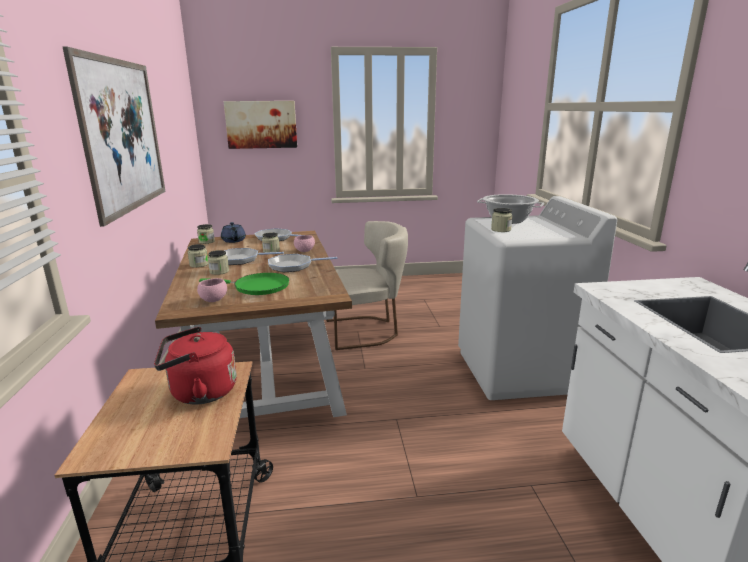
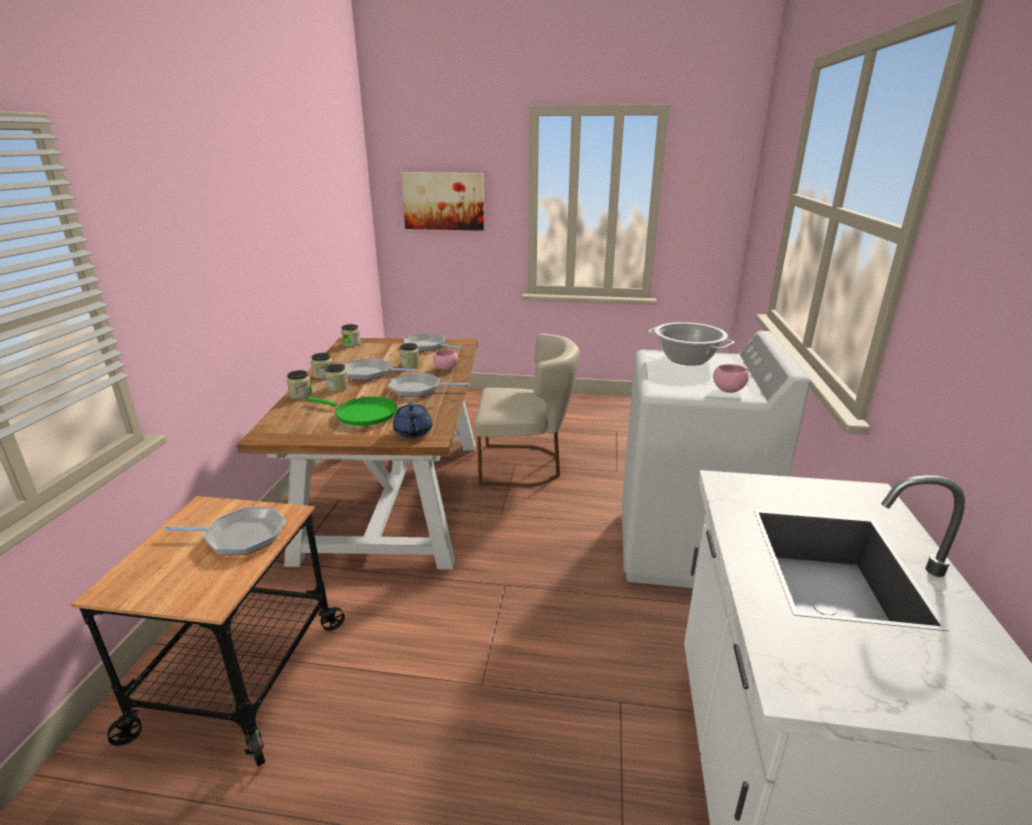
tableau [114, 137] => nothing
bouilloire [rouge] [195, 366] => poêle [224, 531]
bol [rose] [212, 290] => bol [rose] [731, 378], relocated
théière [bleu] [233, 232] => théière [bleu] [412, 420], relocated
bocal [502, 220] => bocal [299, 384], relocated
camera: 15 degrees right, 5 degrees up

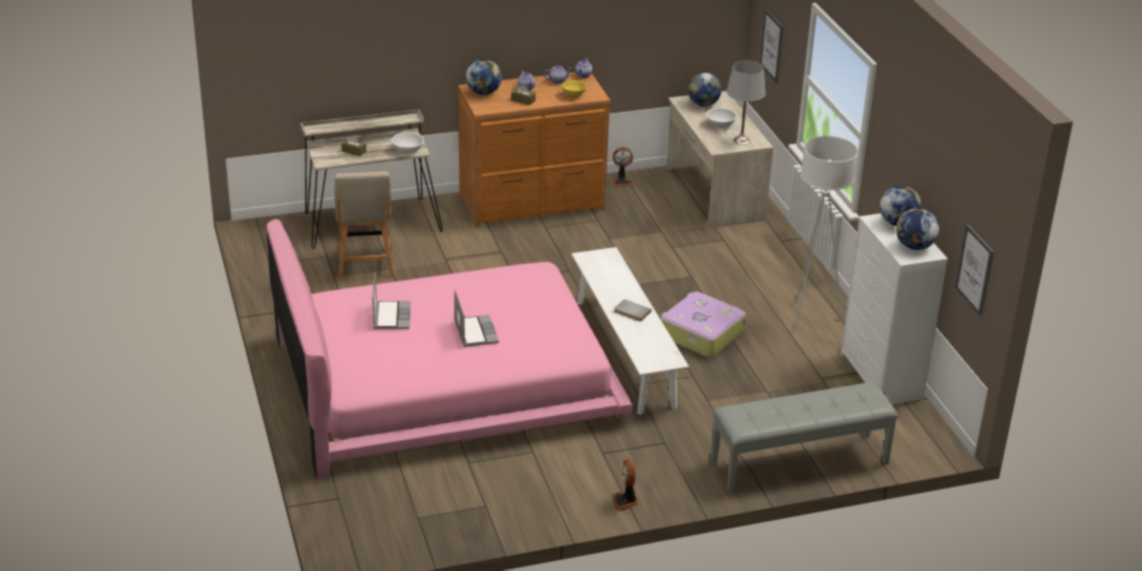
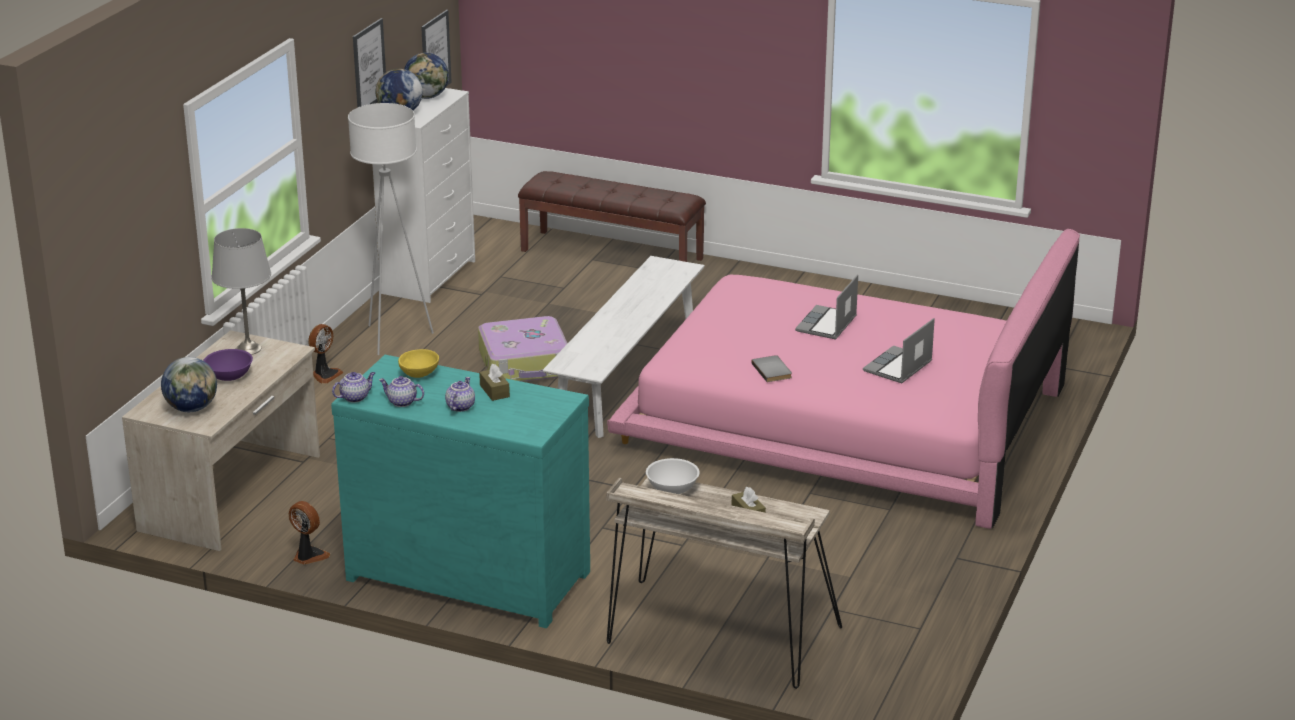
chaise [beige] [365, 225] => nothing
commode [marron] [534, 149] => commode [turquoise] [460, 491]
globe [484, 77] => nothing
ventilateur [625, 485] => ventilateur [326, 354], relocated
livre [gris] [632, 310] => livre [gris] [771, 368], relocated
bol [blanc] [721, 118] => bol [violet] [228, 365]
banc [gris] [804, 437] => banc [marron] [612, 216]
tableau [771, 46] => tableau [369, 63], relocated
camera: 140 degrees left, 5 degrees down

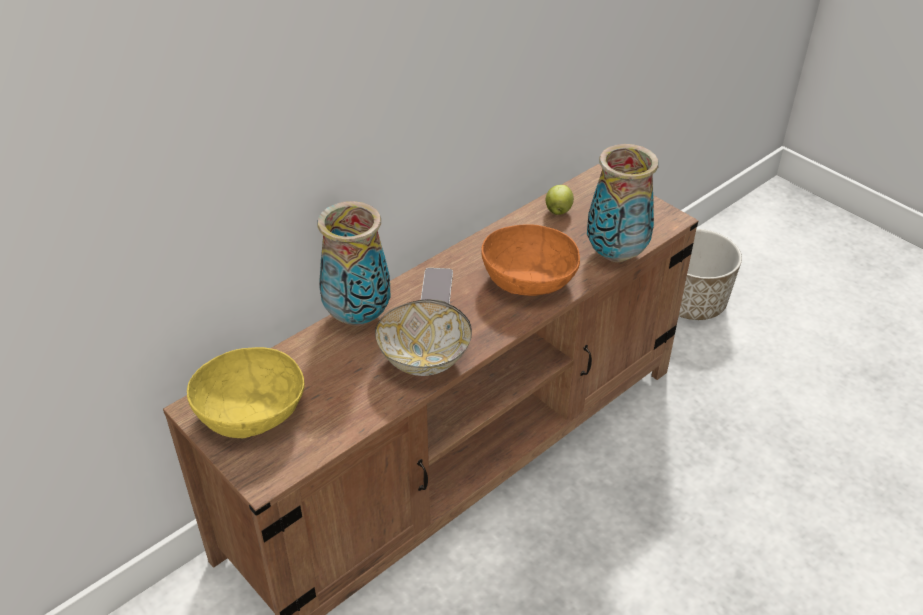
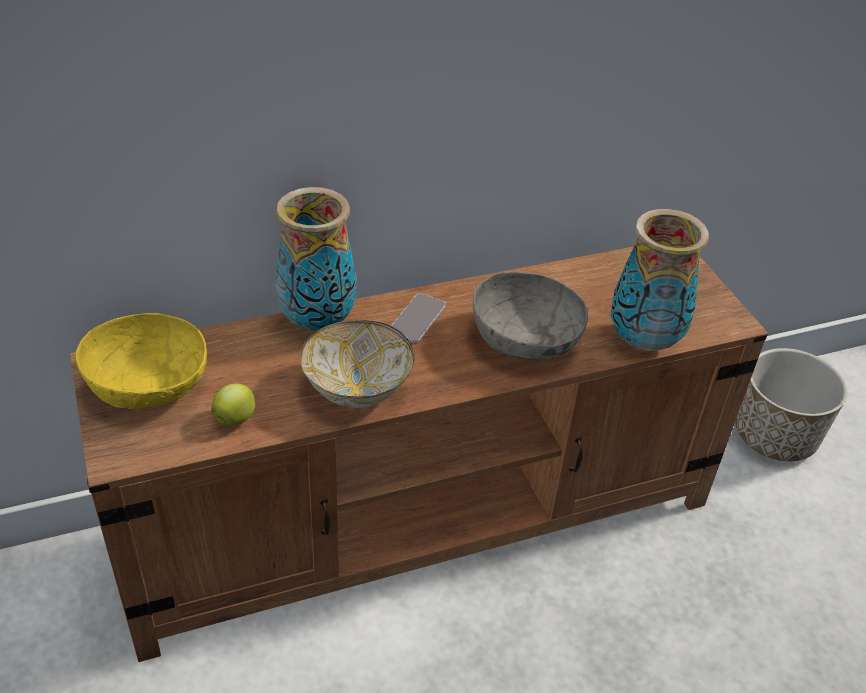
bol [orange] [531, 260] => bol [gris] [530, 316]
pomme [560, 200] => pomme [233, 404], relocated
camera: 20 degrees right, 0 degrees up

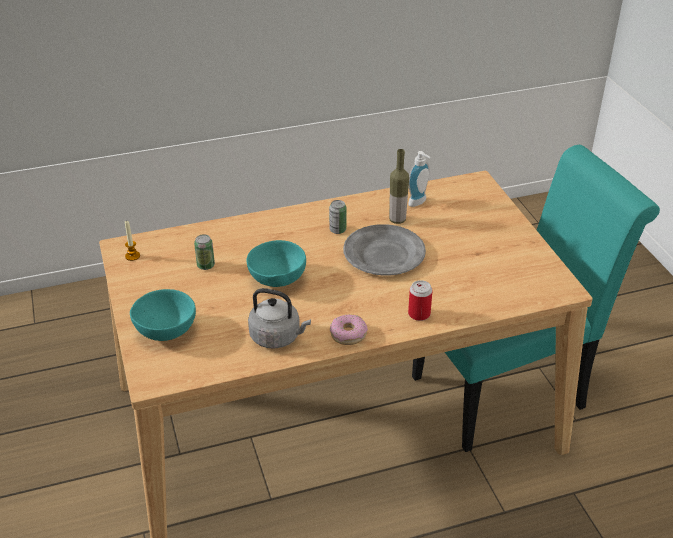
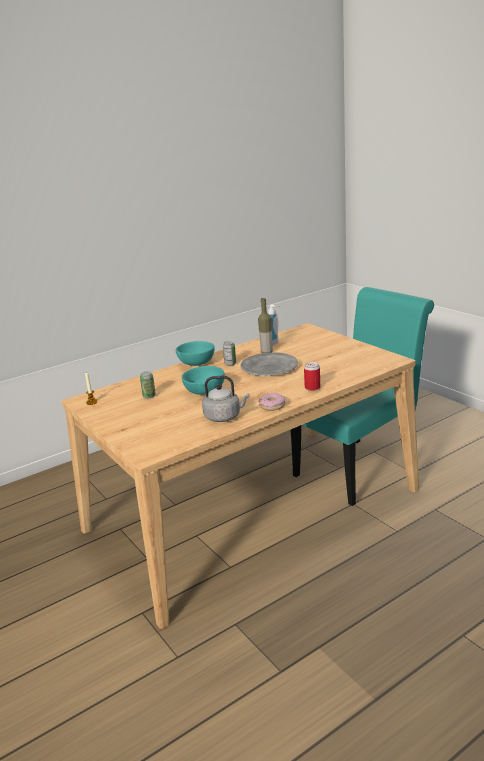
bol [turquoise] [163, 315] => bol [turquoise] [195, 353], relocated
camera: 15 degrees left, 15 degrees down

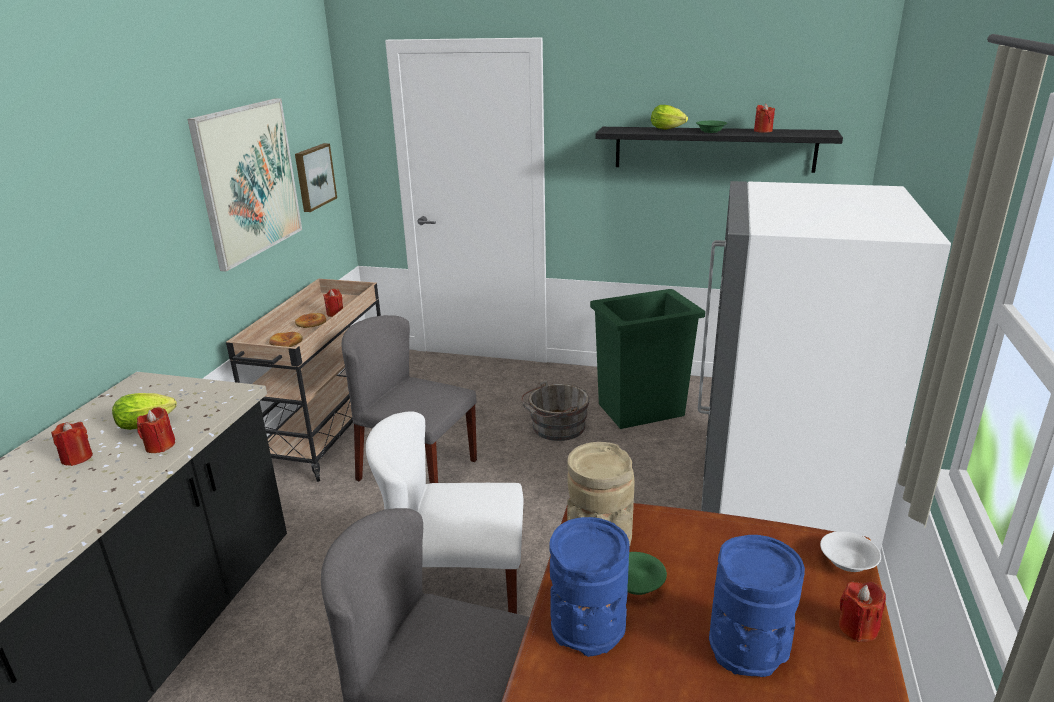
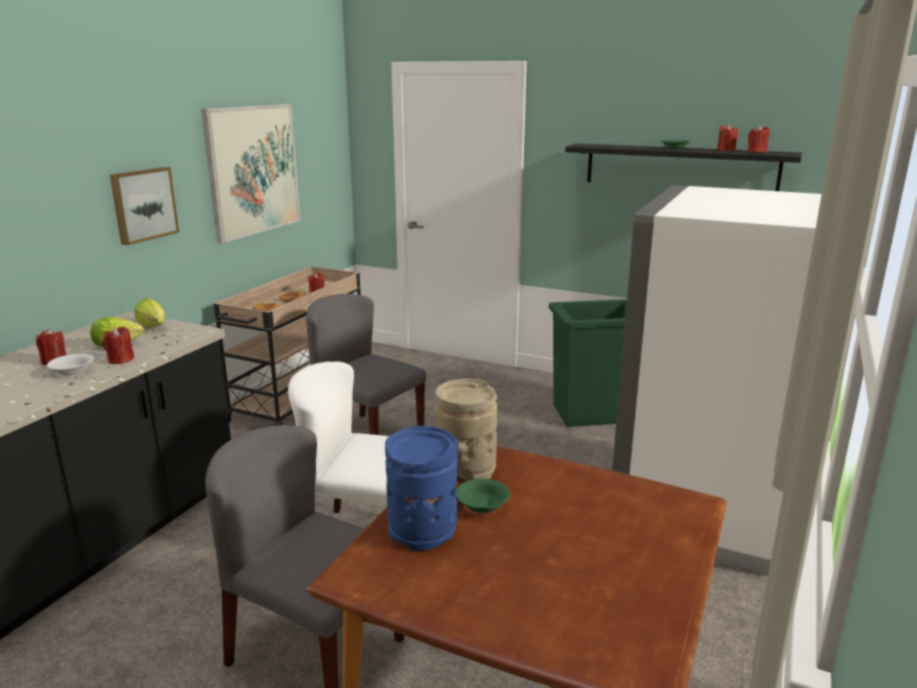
tableau [316, 177] => tableau [144, 206], relocated
seau [gris] [555, 411] => nothing
laitue [669, 117] => laitue [149, 313], relocated
vase [bleu] [757, 606] => nothing
bol [blanc] [850, 551] => bol [blanc] [70, 365], relocated
bougie [rouge] [862, 612] => bougie [rouge] [758, 139], relocated
camera: 10 degrees right, 5 degrees down

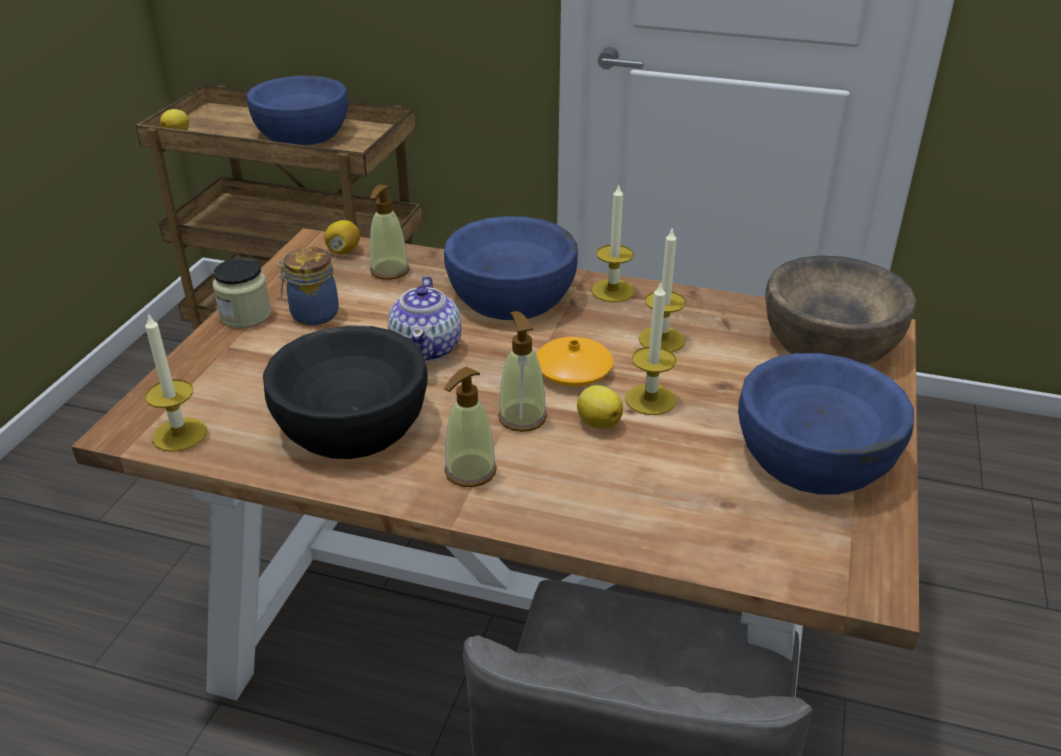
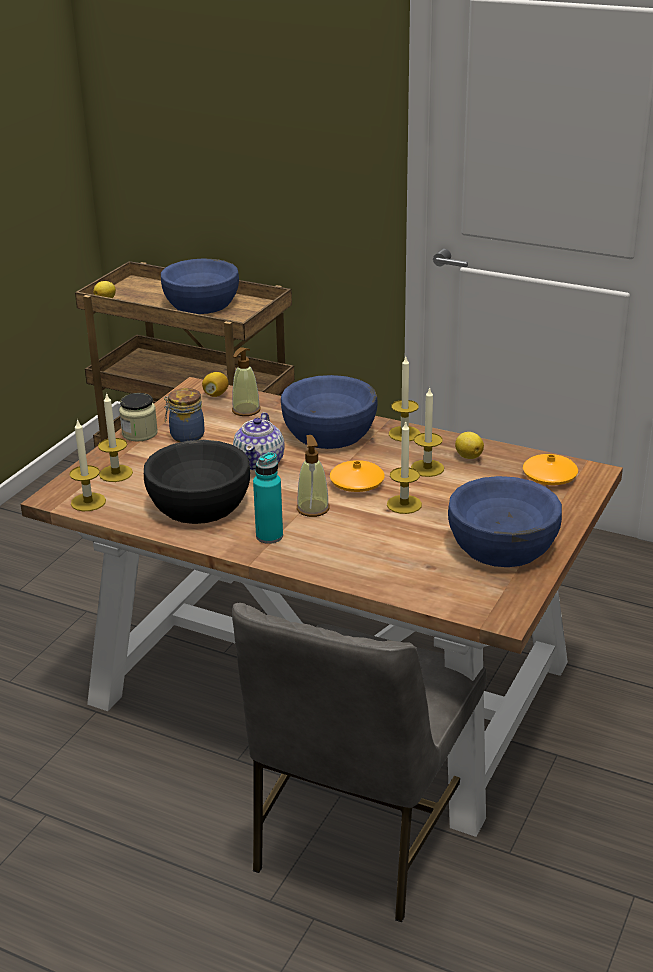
distributeur de savon [470, 427] => bouteille [turquoise] [268, 498]
citron [600, 407] => citron [469, 445], relocated
bol [marron] [840, 310] => vase [orange] [550, 469]
nothing => bougie [115, 437]
camera: 10 degrees right, 5 degrees down

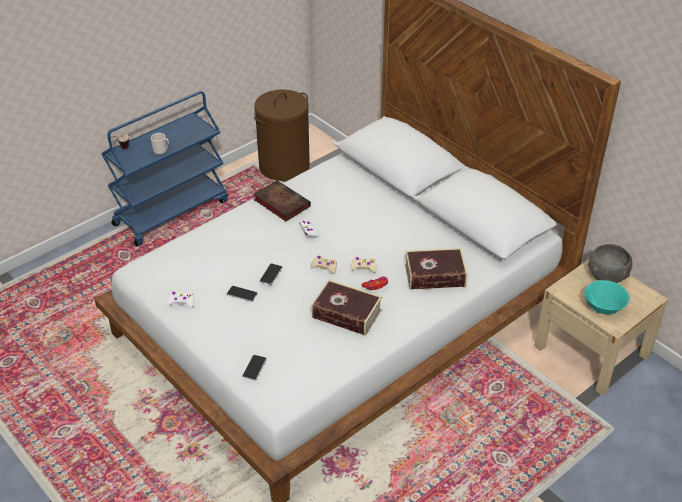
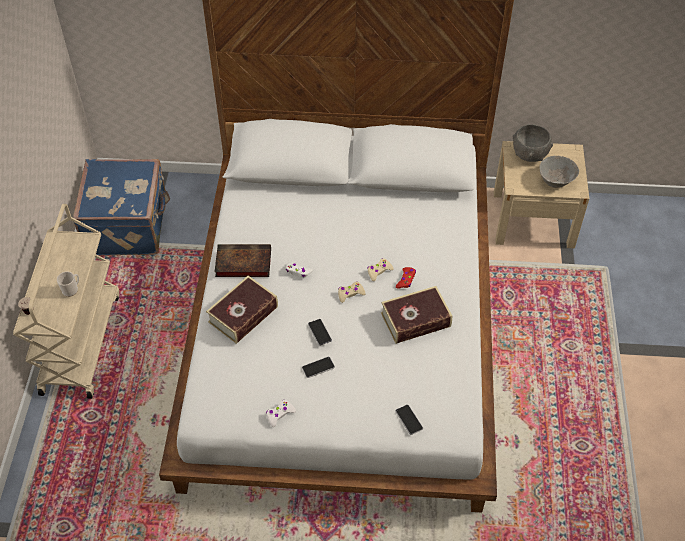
chariot [bleu] [165, 169] => chariot [beige] [66, 301]
panier à linge [marron] [282, 135] => valise [bleu] [121, 207]
livre [436, 269] => livre [242, 310], relocated
bol [turquoise] [607, 297] => bol [gris] [559, 172]
camera: 45 degrees left, 10 degrees up

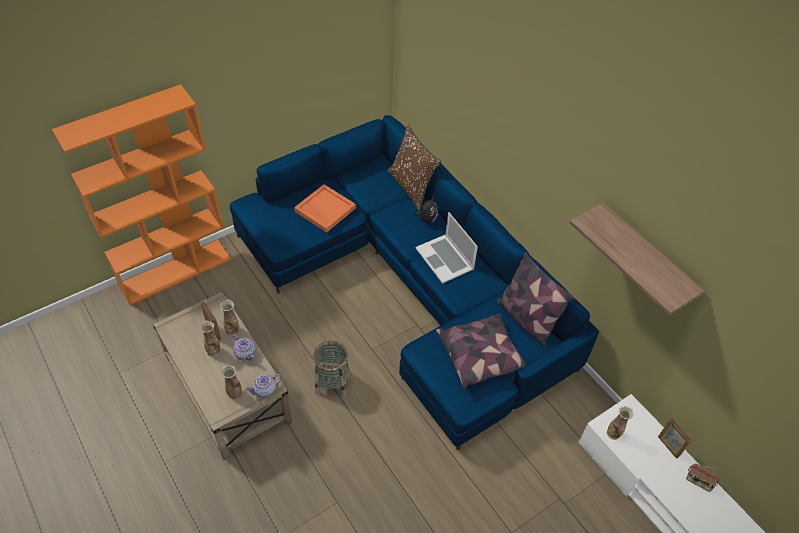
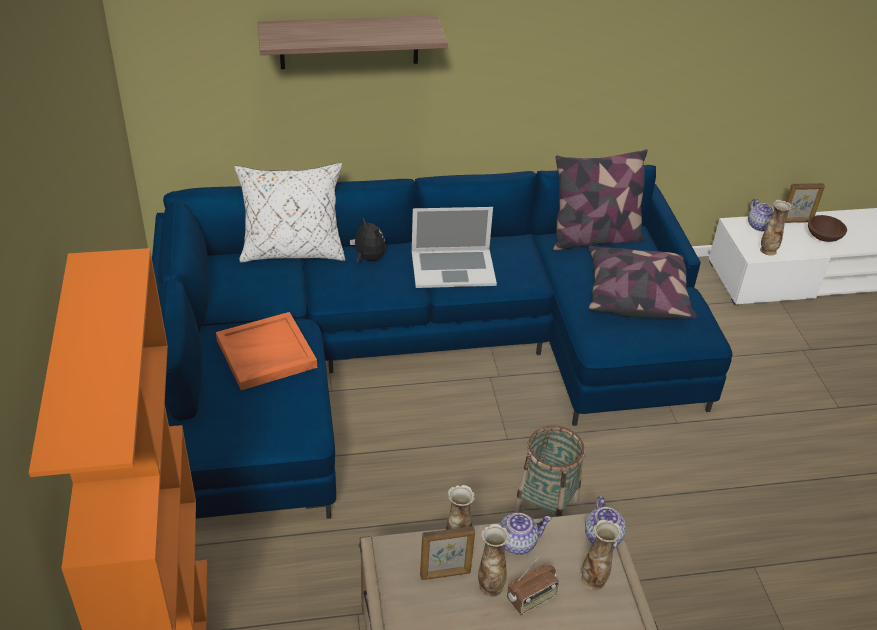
coussin [marron] [414, 167] => coussin [blanc] [289, 212]
étagère [636, 259] => étagère [353, 42], relocated
radio [703, 477] => radio [533, 585], relocated
nothing => théière [761, 215]
nothing => bol [marron] [827, 228]
camera: 65 degrees left, 10 degrees down

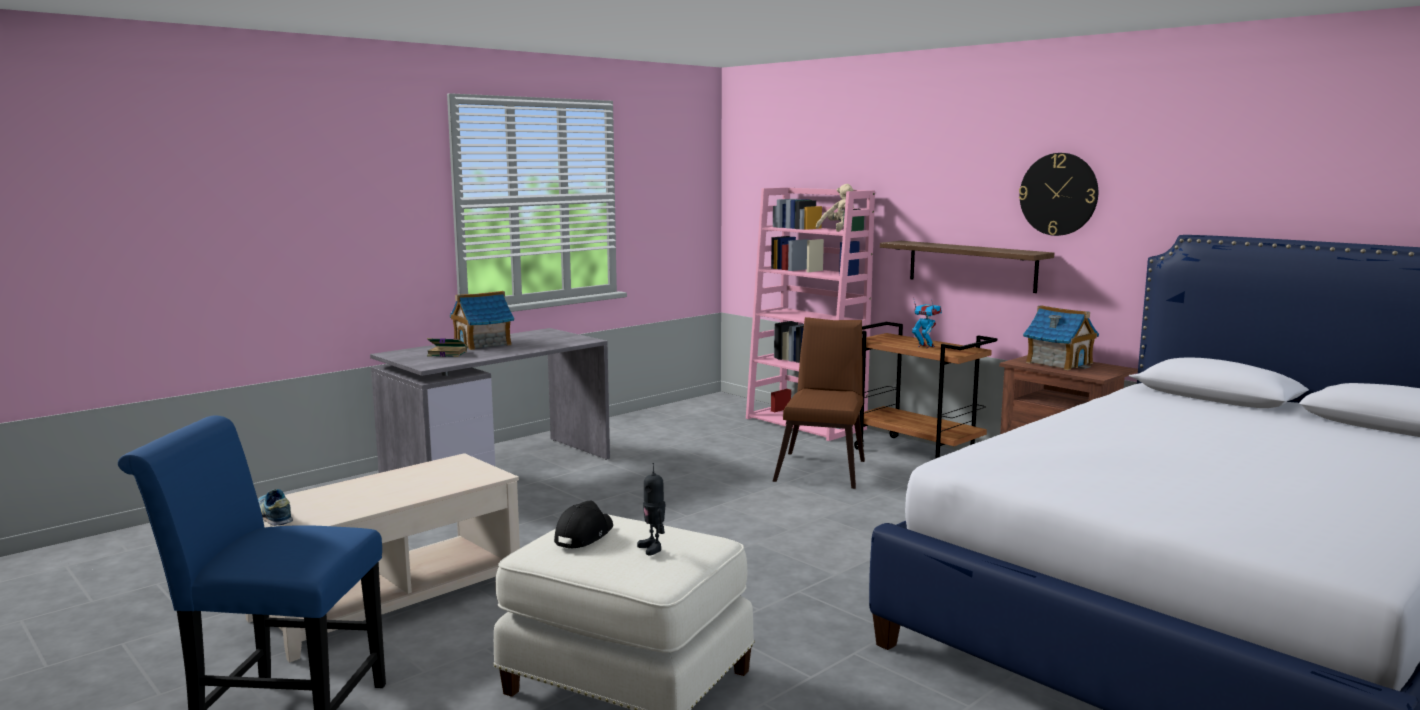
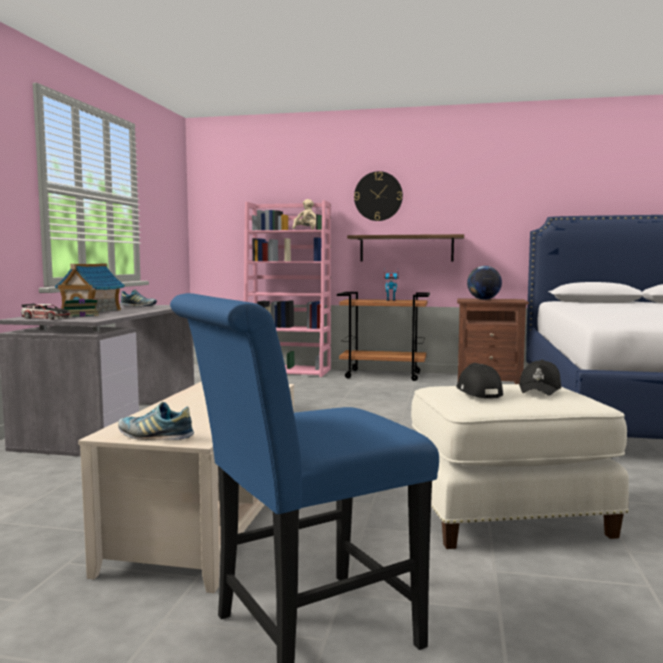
robot jouet [651, 509] => casquette [noir] [540, 378]
chaise [marron] [819, 403] => nothing
horloge murale [1058, 194] => horloge murale [378, 196], relocated
maison miniature [1061, 337] => globe [484, 283]
nothing => petite voiture [46, 312]
nothing => chaussure [138, 297]
camera: 35 degrees left, 5 degrees down

